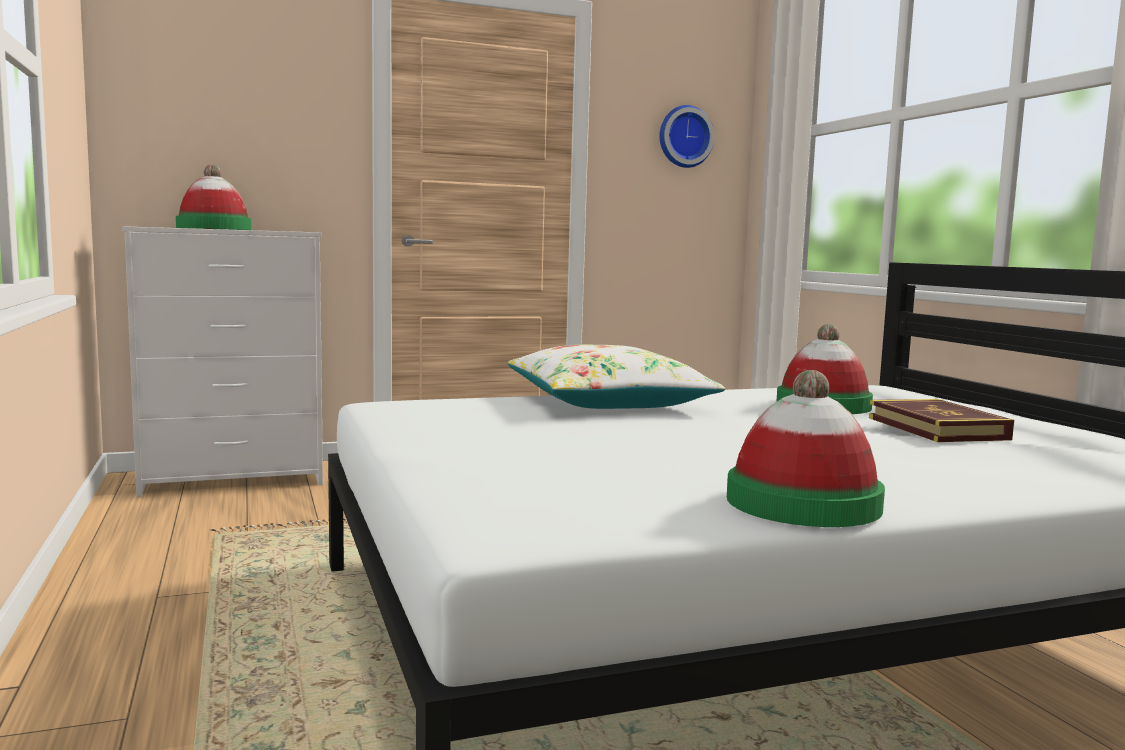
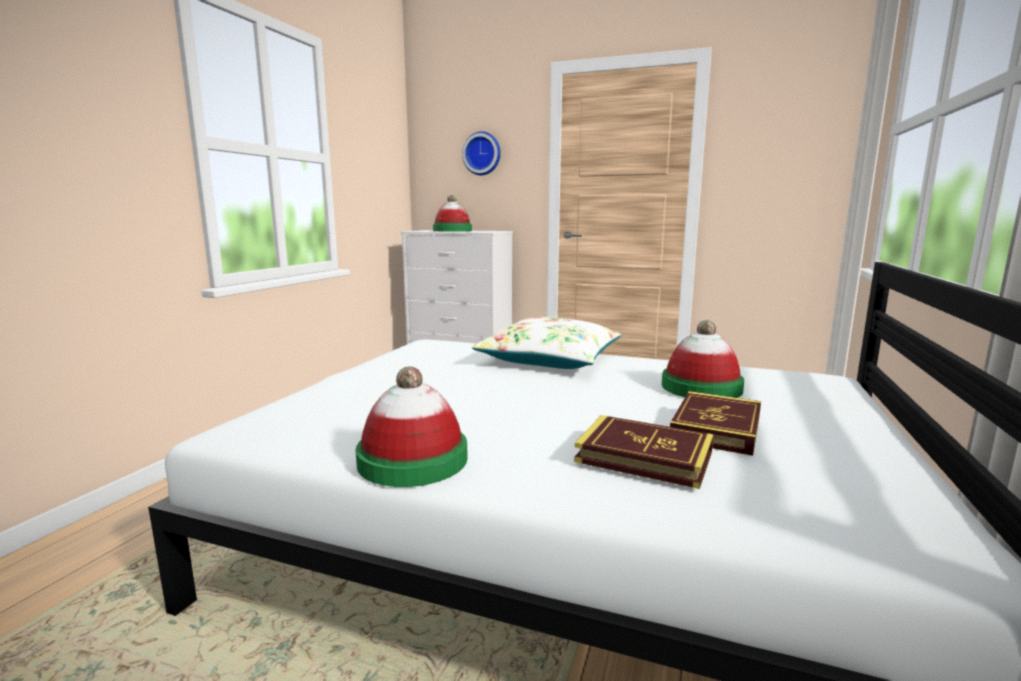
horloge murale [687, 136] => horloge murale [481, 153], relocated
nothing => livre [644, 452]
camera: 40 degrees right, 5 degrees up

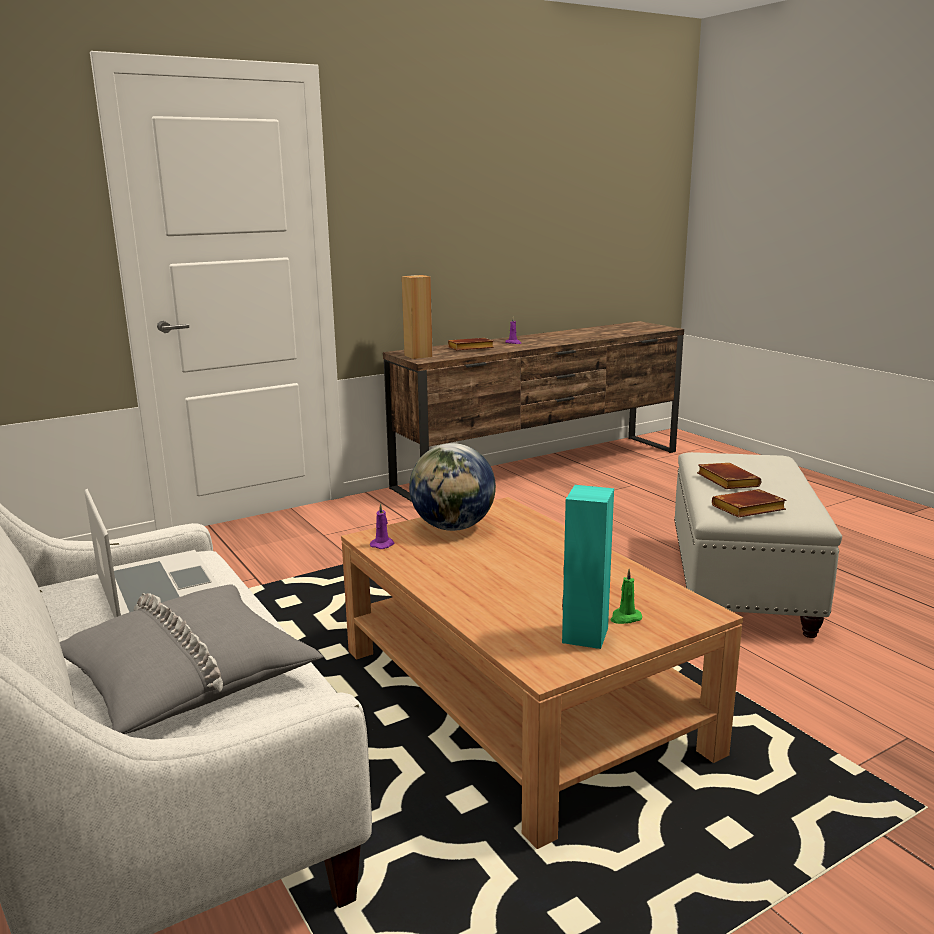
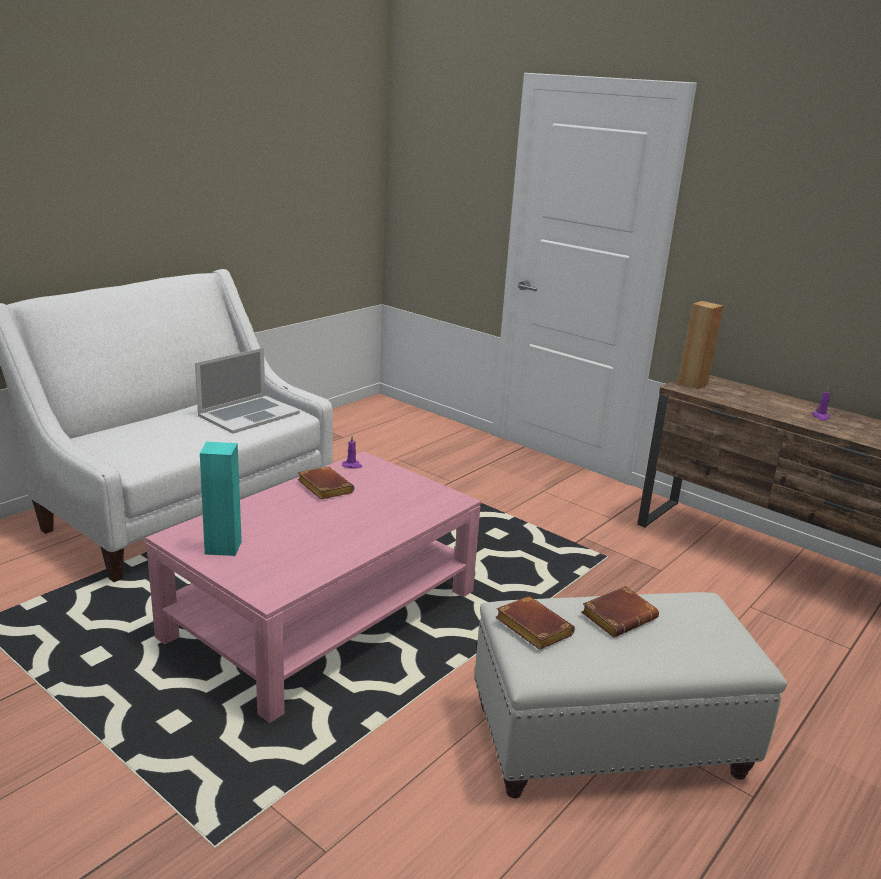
coussin [gris] [192, 659] => nothing
table basse [marron] [542, 673] => table basse [rose] [313, 587]
globe [452, 487] => nothing
livre [marron] [471, 344] => livre [marron] [325, 483], relocated
bougie [vert] [626, 596] => nothing
camera: 70 degrees right, 5 degrees up

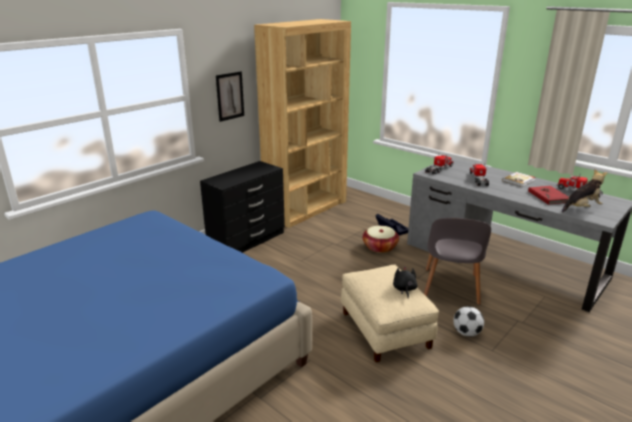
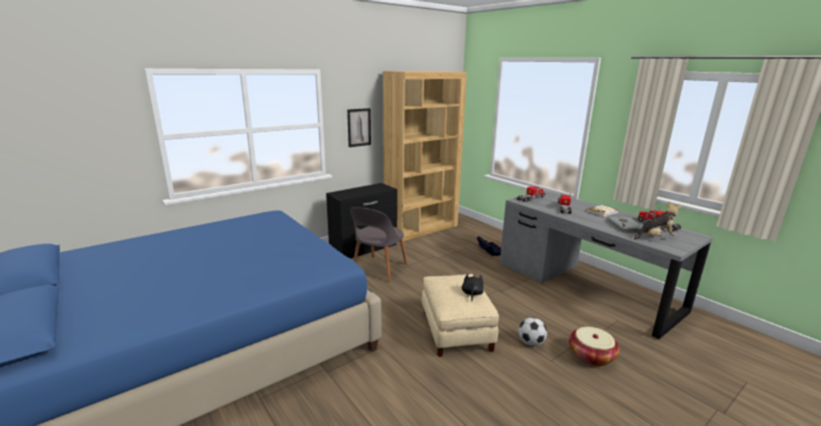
panier [380, 239] => panier [594, 346], relocated
chaise [gris] [457, 261] => chaise [gris] [378, 244], relocated
livre [rouge] [548, 195] => livre [gris] [625, 225]
camera: 10 degrees right, 5 degrees down

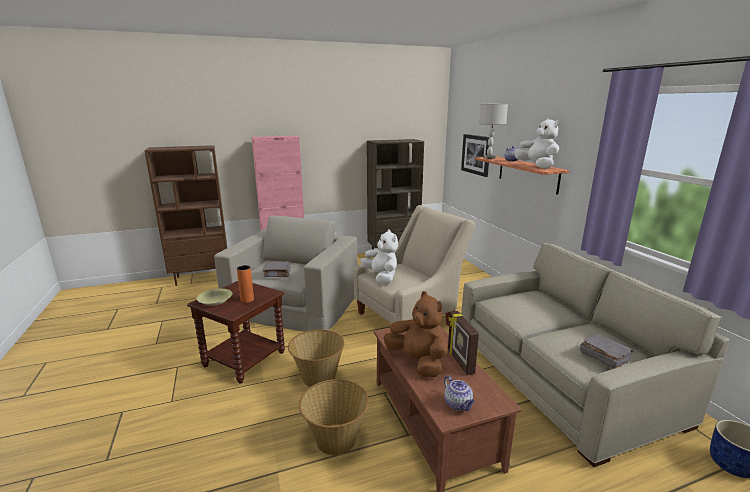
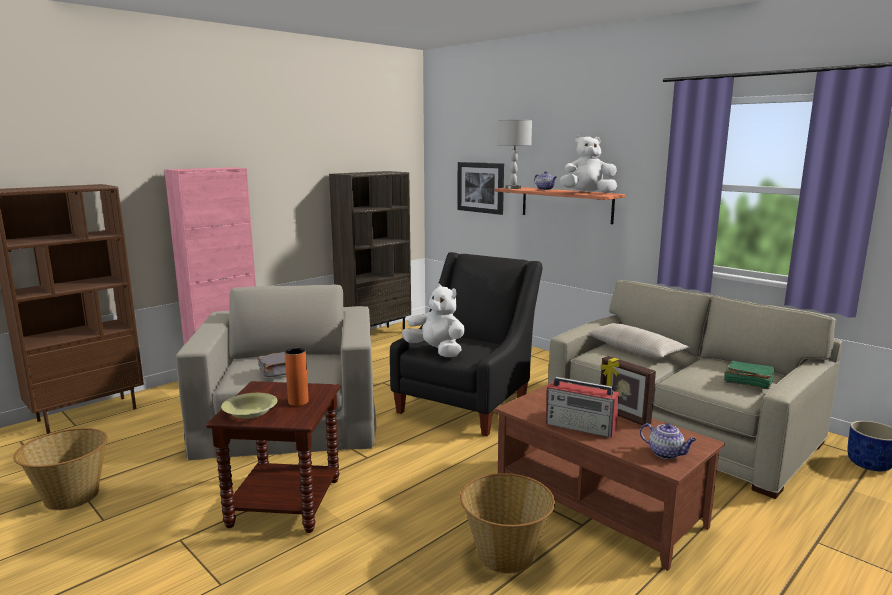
panier [316, 358] => panier [60, 469], relocated
fauteuil [beige] [415, 265] => fauteuil [noir] [466, 344]
peluche [marron] [416, 334] => radio [582, 407]
peluche [blanc] [537, 143] => peluche [blanc] [588, 164], 45 degrees counterclockwise
livre [gris] [607, 351] => livre [vert] [749, 374]
nothing => coussin [beige] [639, 341]
camera: 25 degrees left, 5 degrees down

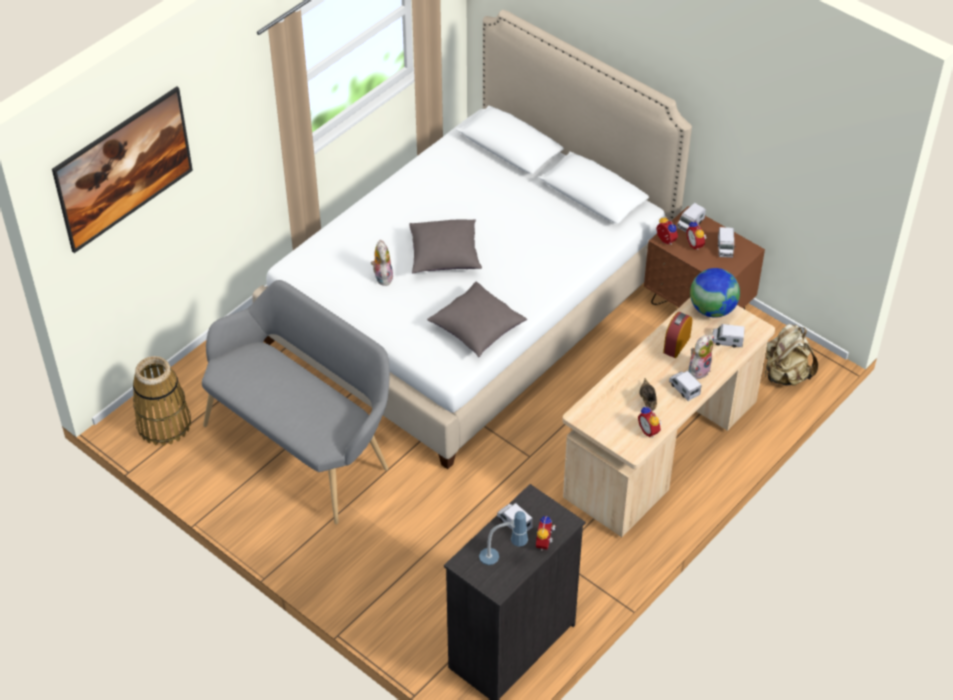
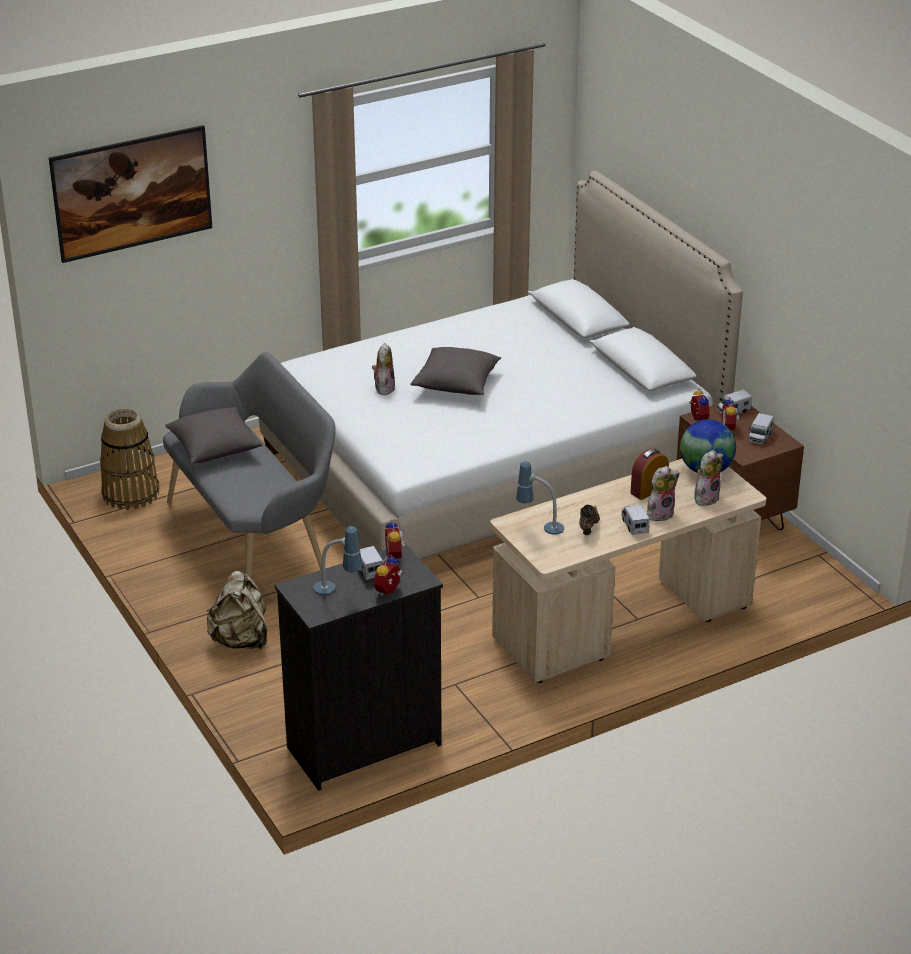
coussin [gris] [477, 319] => coussin [gris] [213, 434], relocated
réveil [649, 421] => réveil [395, 539], relocated
camion jouet [728, 336] => peluche [708, 478]
sac à dos [beige] [791, 355] => sac à dos [beige] [237, 610], relocated
nothing => lampe de table [540, 498]
camera: 20 degrees right, 15 degrees down

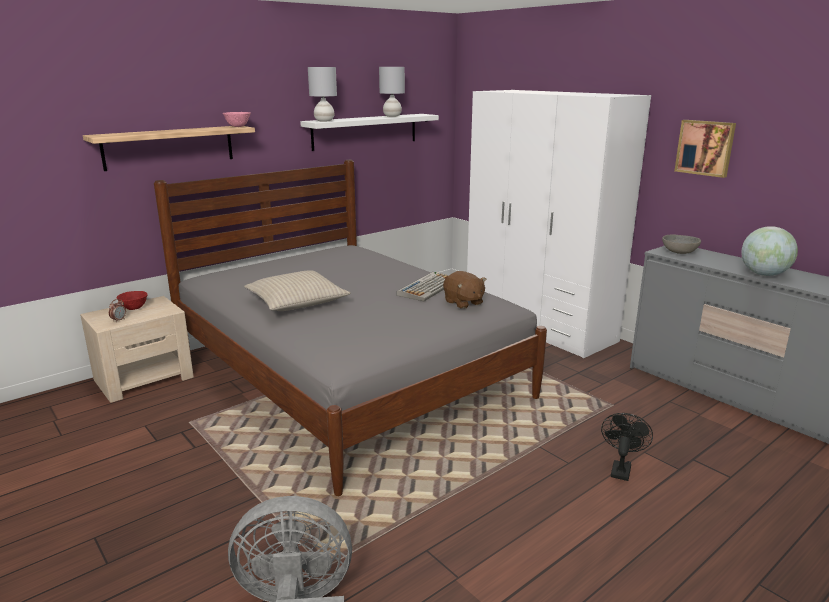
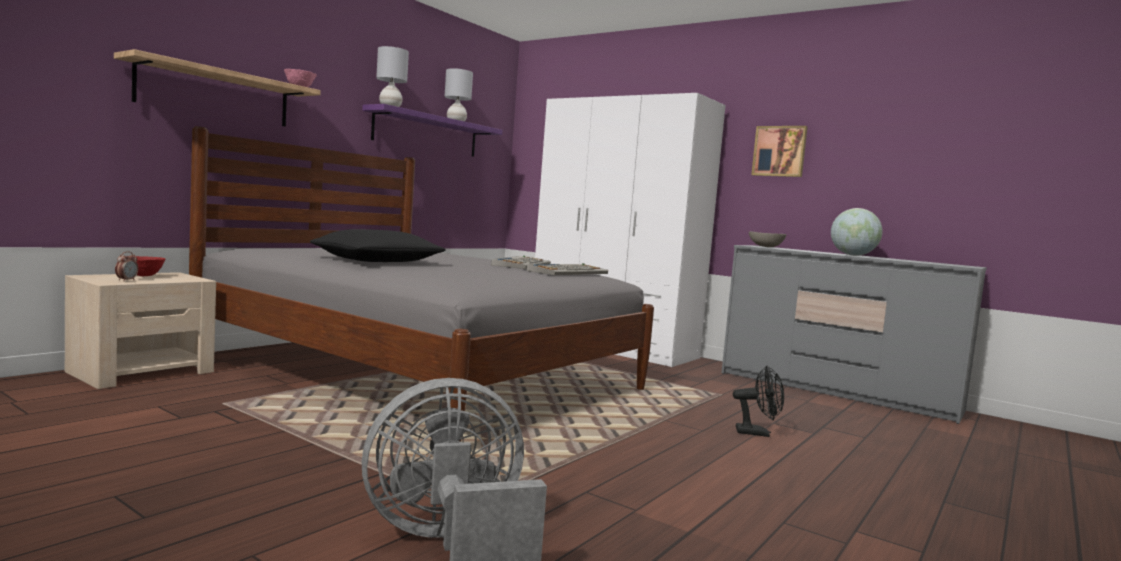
coussin [beige] [297, 290] => coussin [noir] [378, 245]
étagère [blanc] [369, 132] => étagère [violet] [432, 130]
peluche [marron] [464, 290] => clavier [567, 269]
ventilateur [noir] [627, 447] => ventilateur [noir] [758, 401], 90 degrees clockwise
camera: 15 degrees left, 15 degrees down

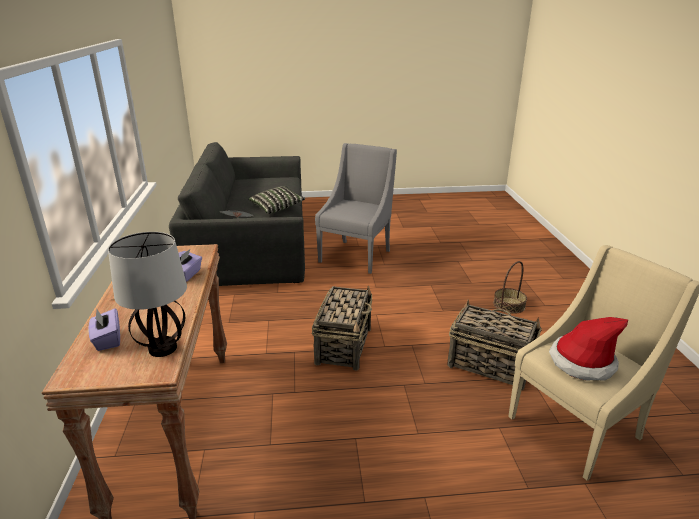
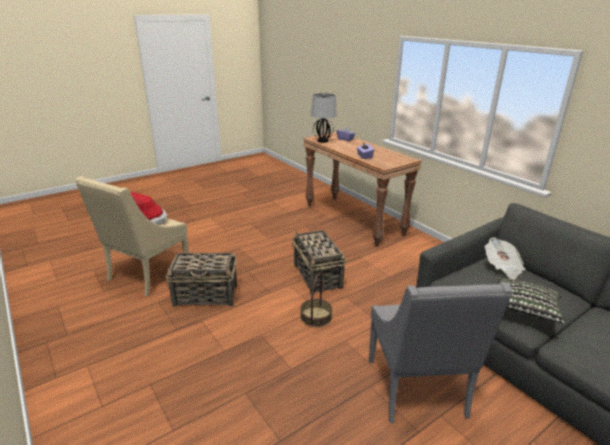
panier [510, 287] => panier [316, 300], relocated
camera: 150 degrees right, 0 degrees up

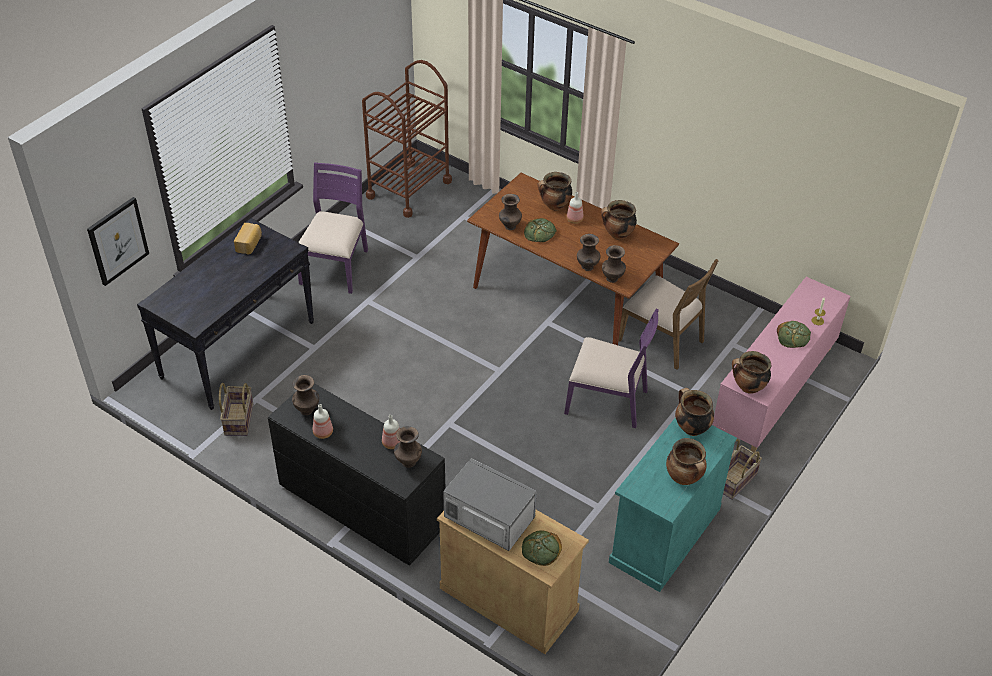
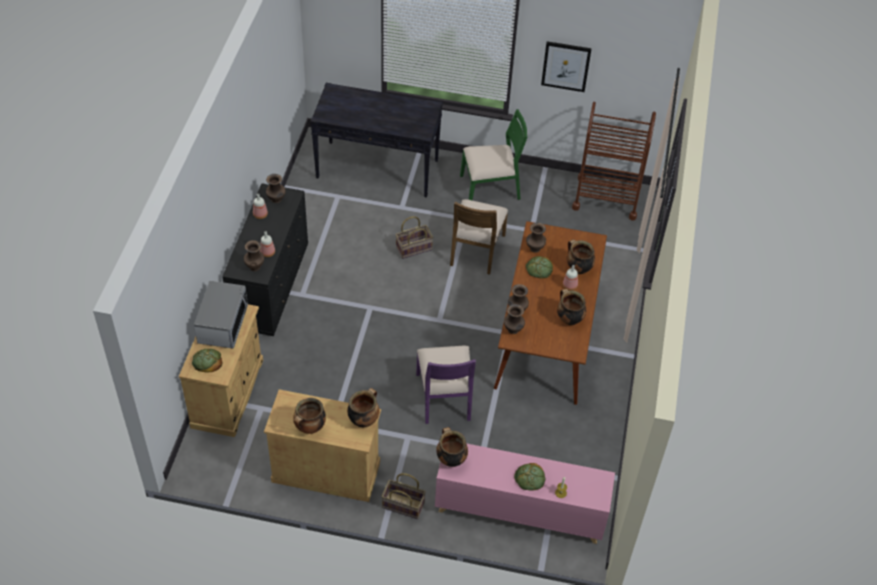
tableau [118, 241] => tableau [566, 66], relocated
panier [236, 409] => panier [414, 237], relocated
pain [248, 239] => nothing
chaise [violet] [333, 228] => chaise [vert] [493, 154]
meuble de rangement [turquoise] [673, 504] => meuble de rangement [beige] [322, 445]
chaise [marron] [669, 314] => chaise [marron] [479, 237], relocated
camera: 65 degrees right, 5 degrees up

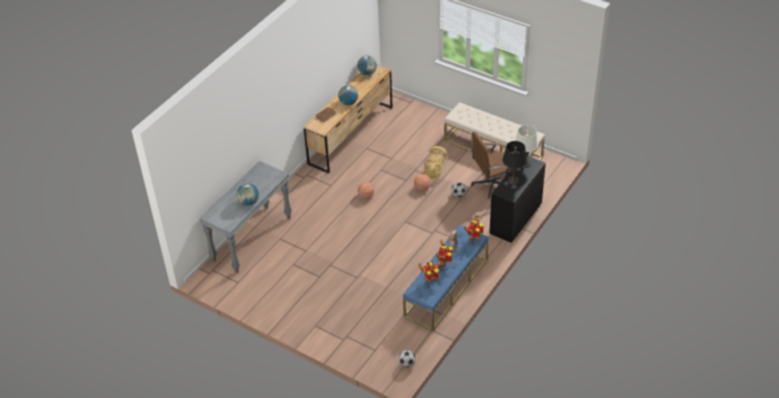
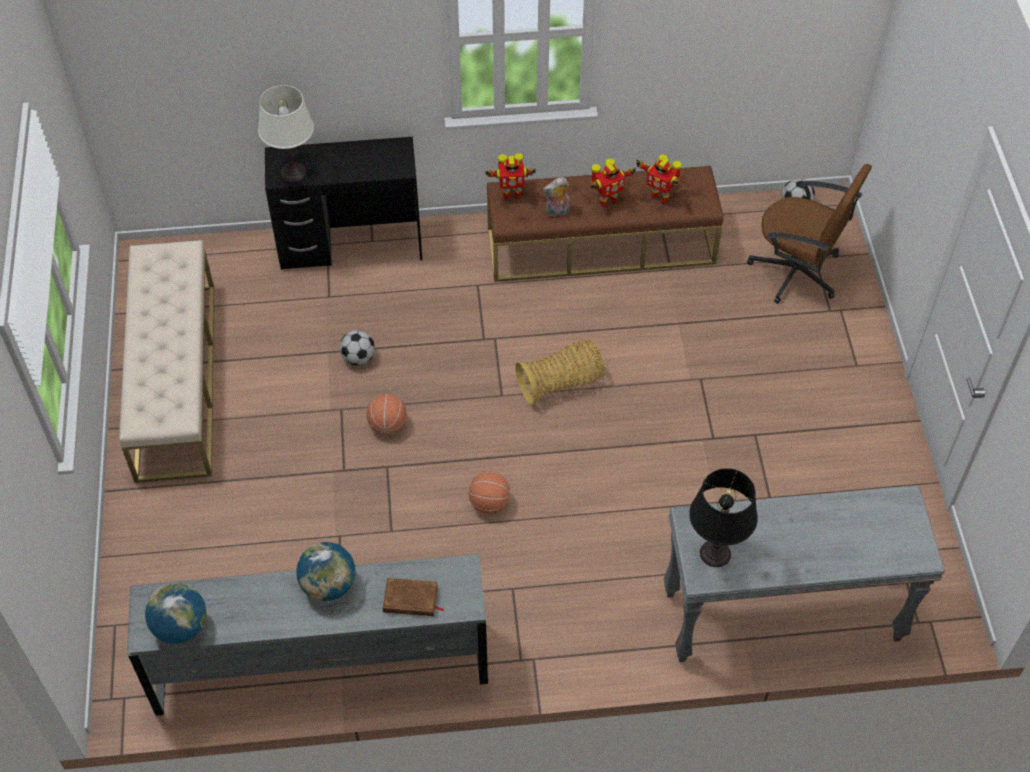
globe [248, 194] => nothing
commode [marron] [348, 118] => commode [gris] [307, 635]
banc [bleu] [446, 278] => banc [marron] [605, 224]
panier [435, 163] => panier [560, 372], relocated
chaise de bureau [marron] [491, 165] => chaise de bureau [marron] [809, 234], relocated
lampe de table [noir] [514, 162] => lampe de table [noir] [723, 517], relocated
camera: 130 degrees left, 10 degrees up

